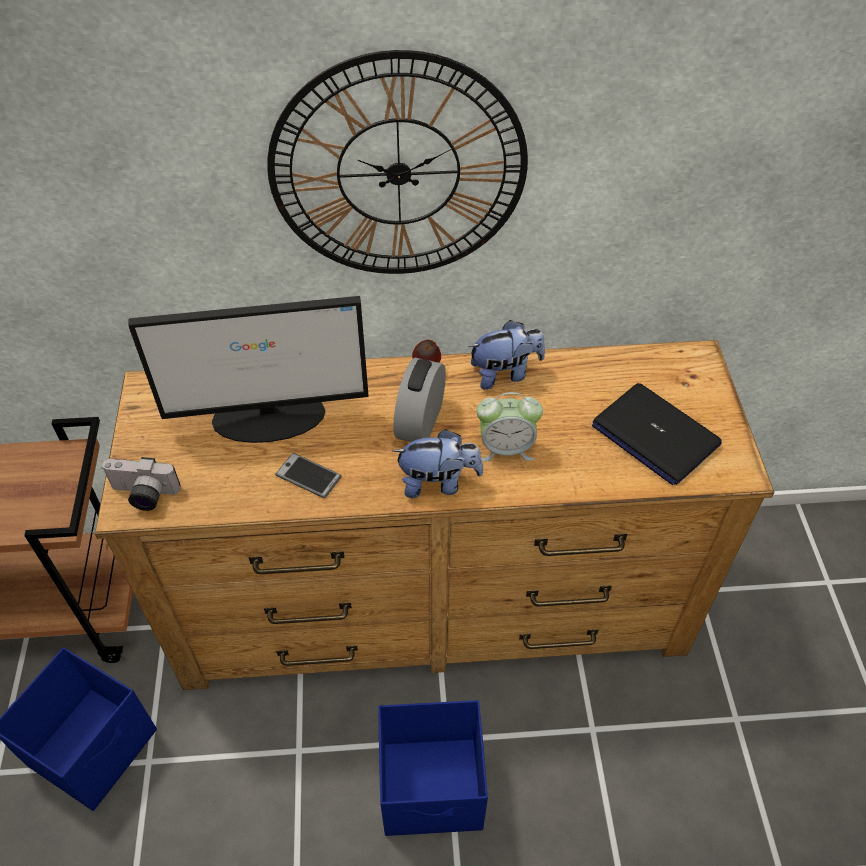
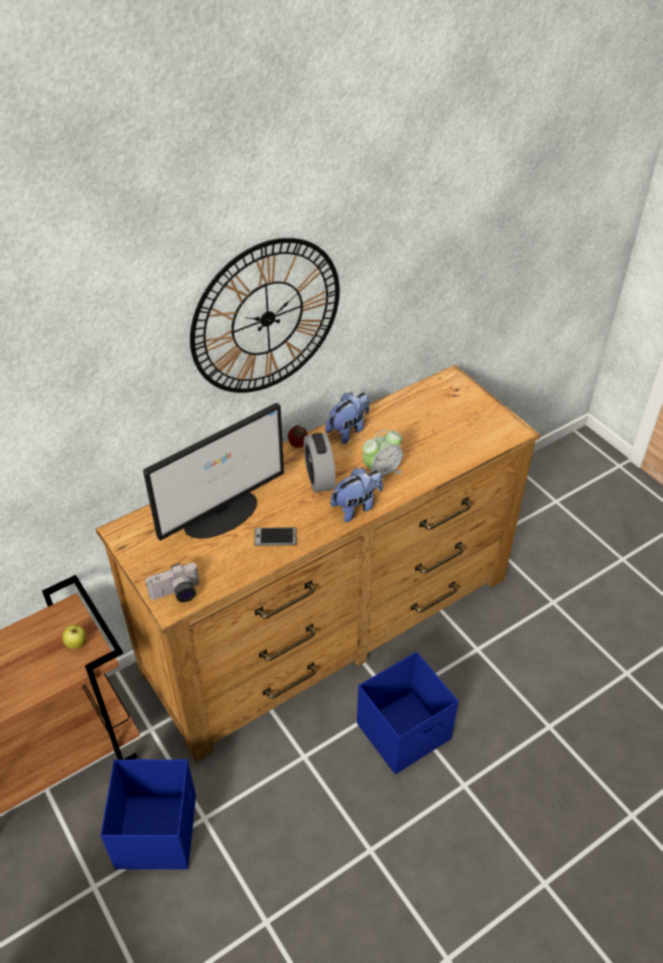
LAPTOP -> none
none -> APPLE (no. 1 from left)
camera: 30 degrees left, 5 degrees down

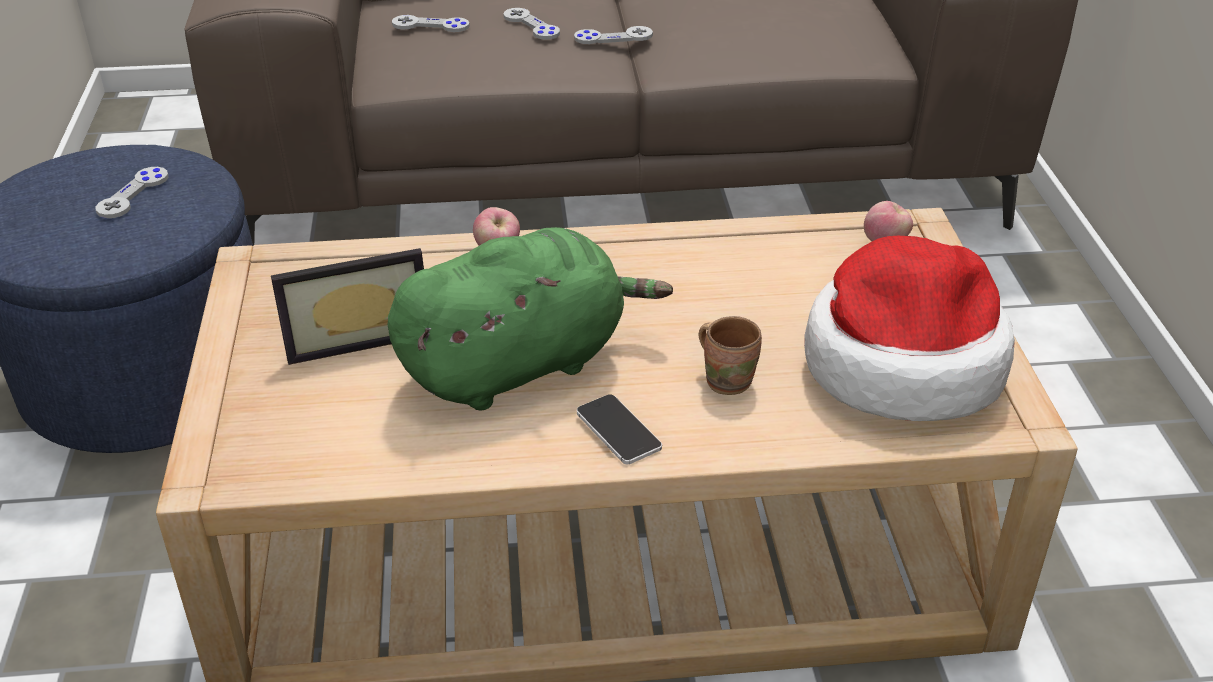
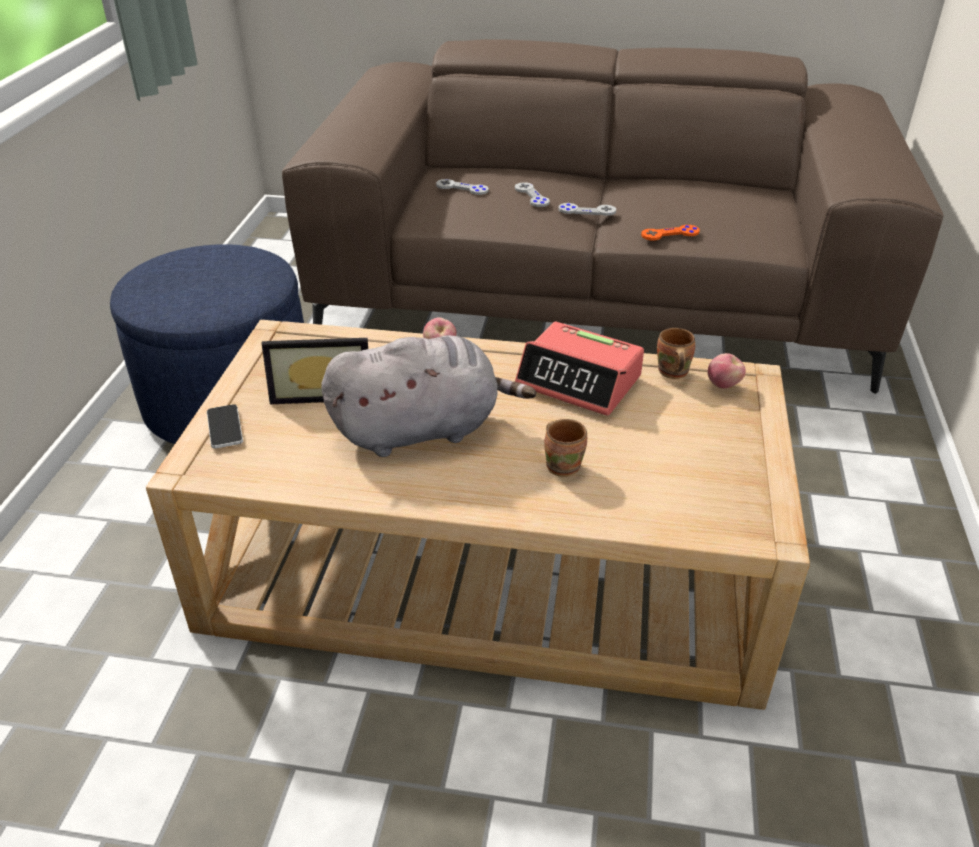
GREY GAME CONTROLLER (no. 1 from left) -> none
GREEN PLUSH TOY -> GREY PLUSH TOY
HAT -> none
PHONE, relocated
none -> ORANGE GAME CONTROLLER
none -> ALARM CLOCK
none -> BROWN MUG (no. 2 from left)
camera: 15 degrees right, 0 degrees up

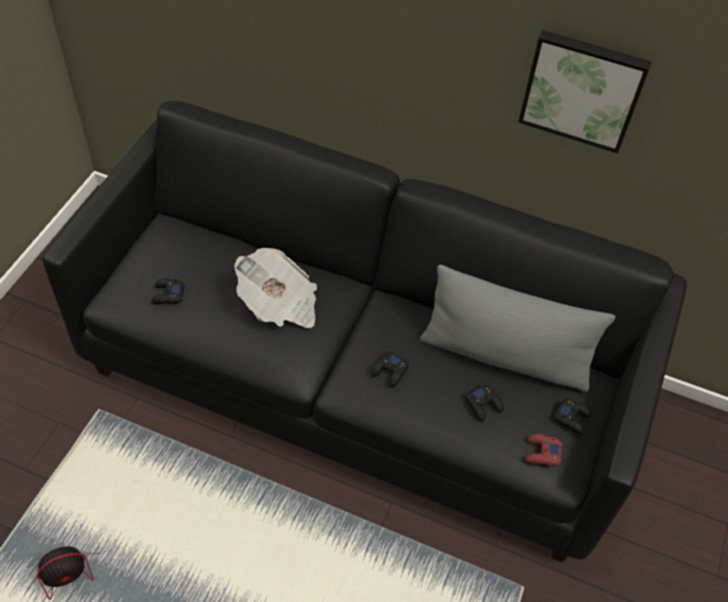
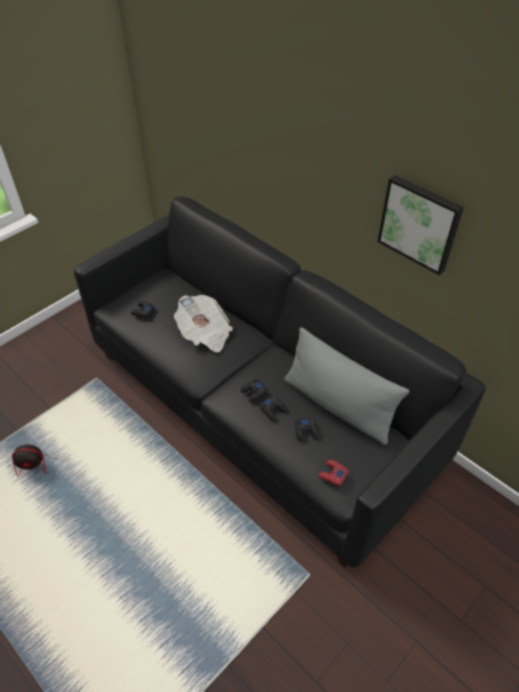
BLACK GAME CONTROLLER (no. 4 from left in the first image) -> BLACK GAME CONTROLLER (no. 3 from left), relocated
camera: 25 degrees right, 5 degrees down

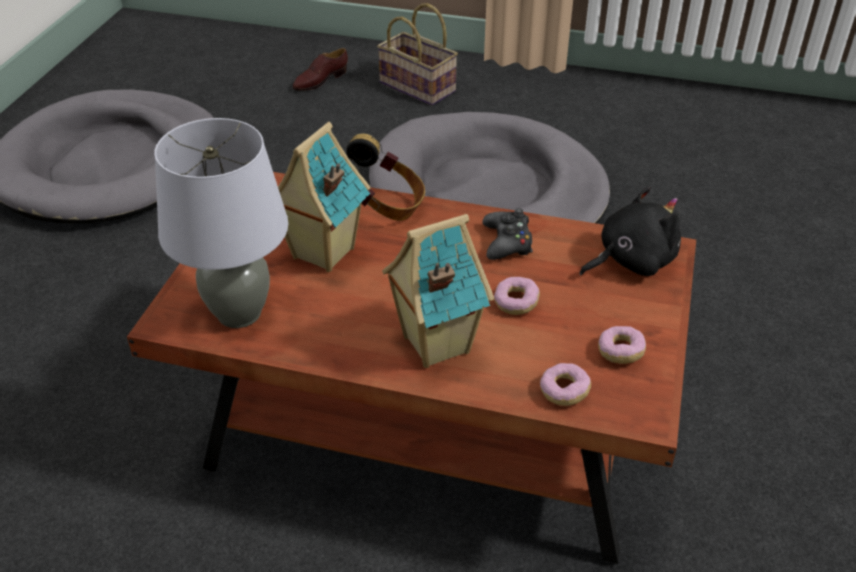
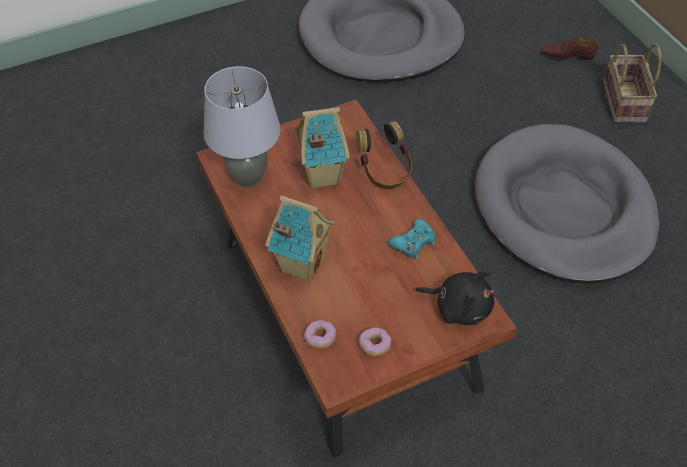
BLACK GAME CONTROLLER -> TURQUOISE GAME CONTROLLER
DONUT (no. 1 from left) -> none
camera: 50 degrees right, 10 degrees up

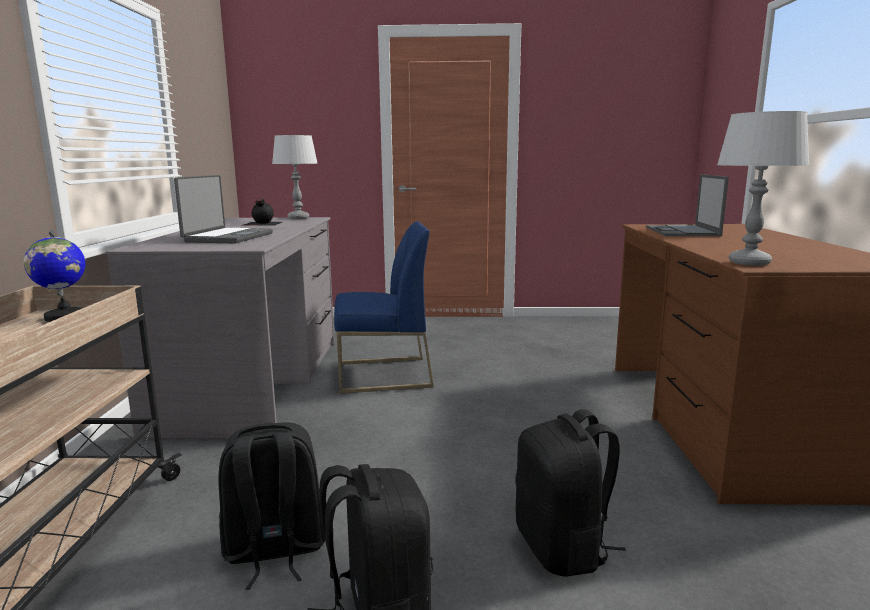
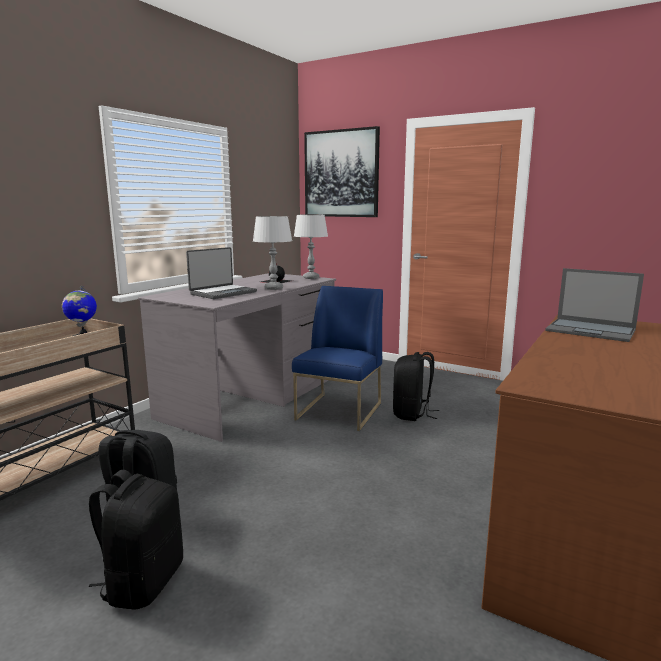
GREY TABLE LAMP (no. 2 from left in the first image) -> GREY TABLE LAMP (no. 1 from left), relocated
LAPTOP (no. 2 from left), 90 degrees counterclockwise
BLUE CHAIR, 90 degrees counterclockwise
BLACK BACKPACK (no. 3 from left), relocated
none -> PICTURE
camera: 30 degrees right, 0 degrees up

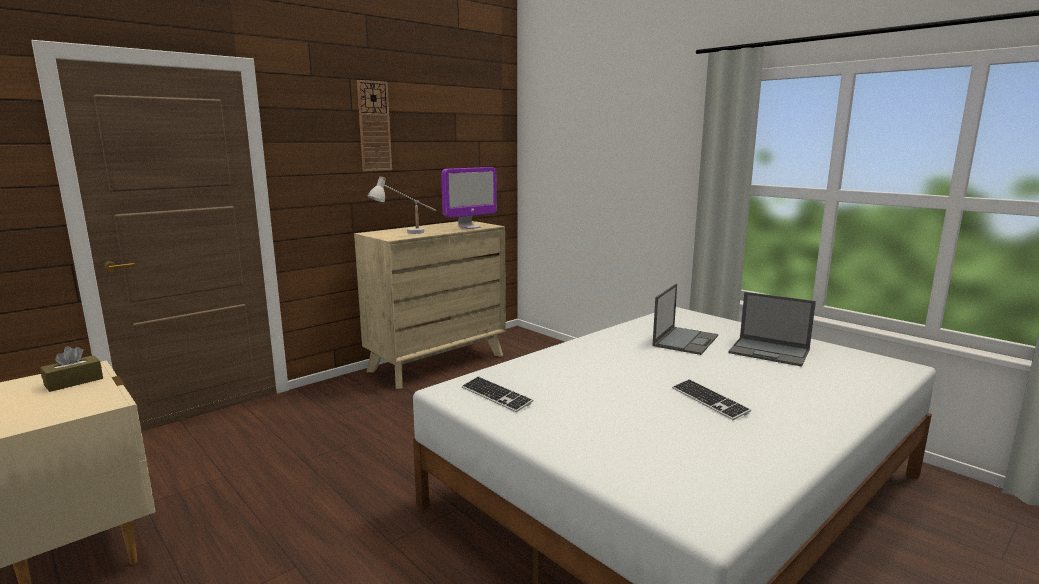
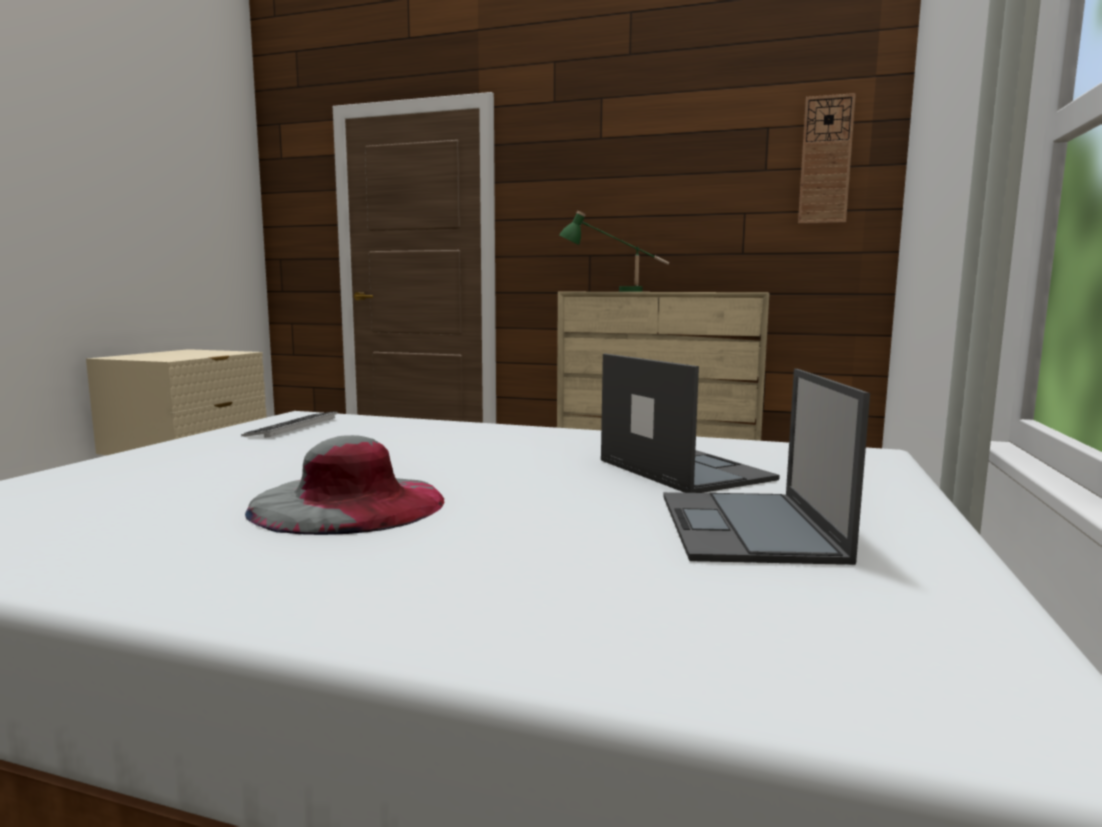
WALL CLOCK, relocated
MONITOR -> none
WHITE TABLE LAMP -> GREEN TABLE LAMP
LAPTOP (no. 1 from left), 120 degrees counterclockwise
BROWN TISSUE BOX -> none
KEYBOARD (no. 2 from left) -> GREY HAT
camera: 60 degrees right, 5 degrees down

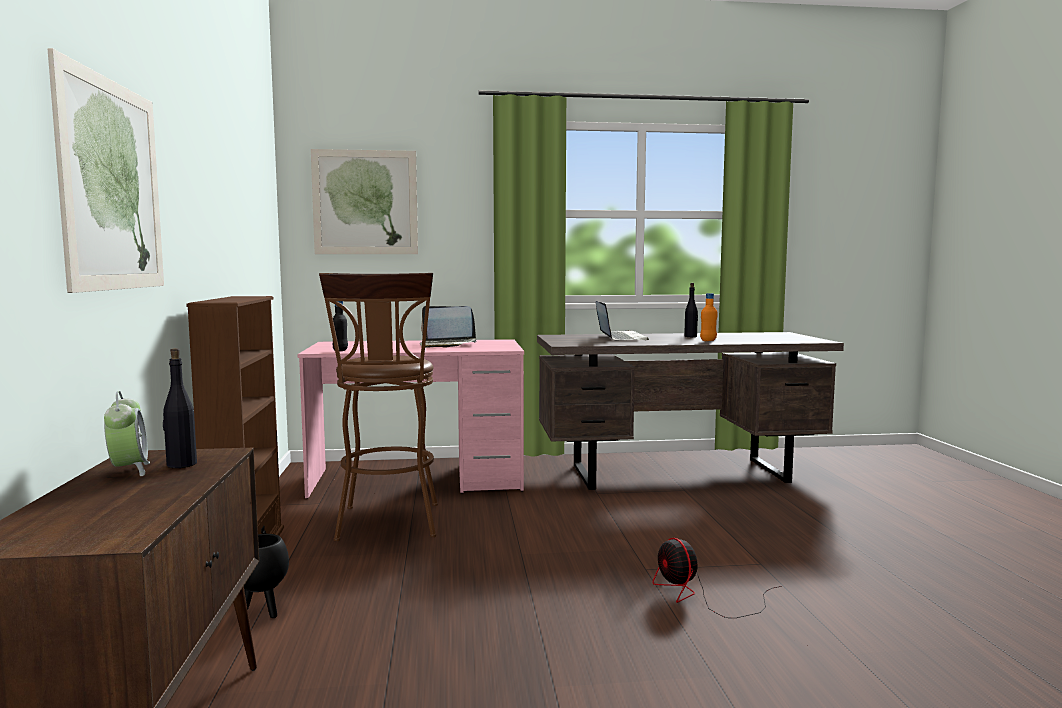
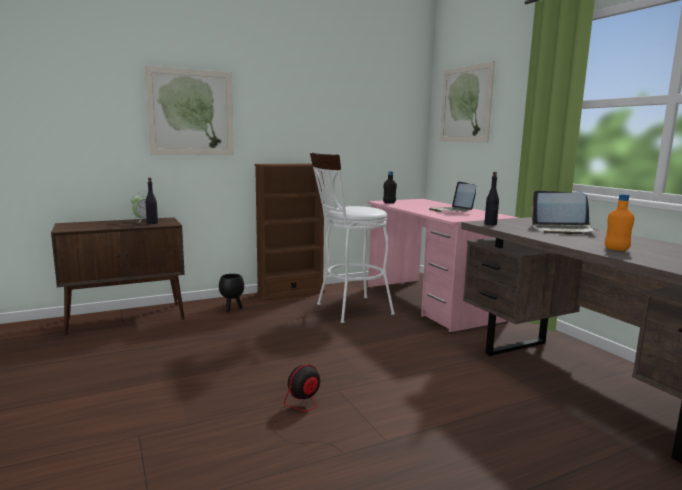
BROWN STOOL -> WHITE STOOL
BLACK BOTTLE (no. 3 from left), relocated
LAPTOP (no. 2 from left), 45 degrees clockwise
camera: 70 degrees right, 5 degrees up

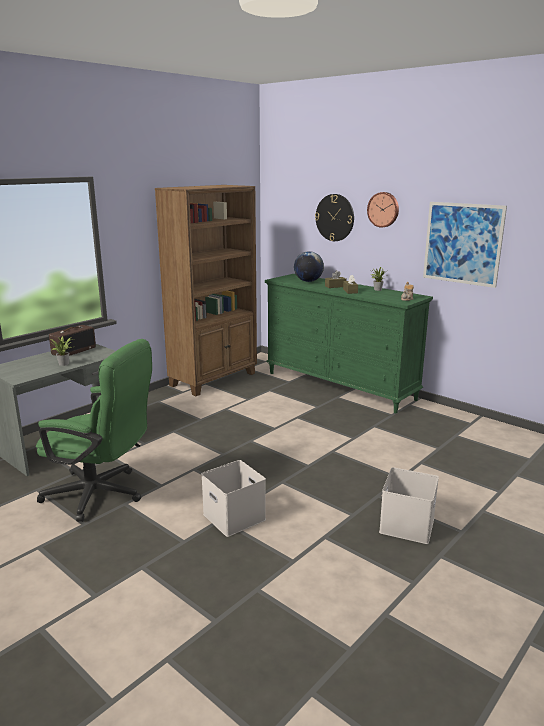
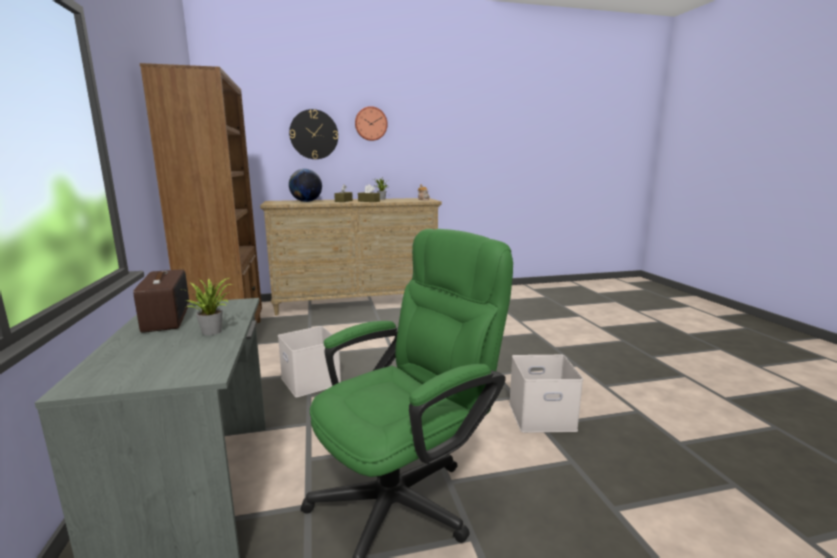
PICTURE -> none
GREEN DRESSER -> BEIGE DRESSER
WHITE STORAGE BOX (no. 2 from left in the first image) -> WHITE STORAGE BOX (no. 1 from left), relocated
camera: 55 degrees left, 5 degrees down

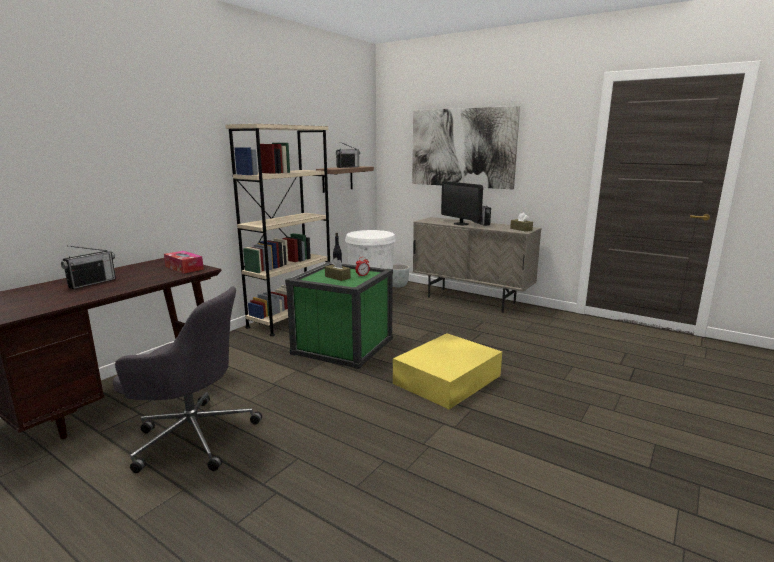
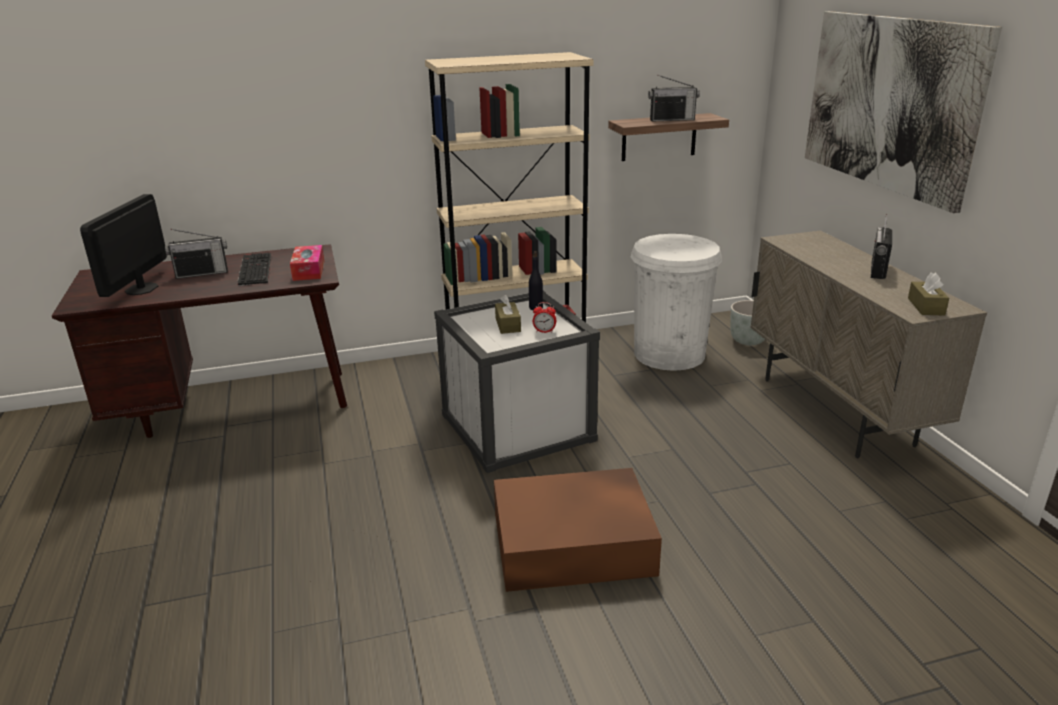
MONITOR, relocated
GREEN STORAGE BOX -> WHITE STORAGE BOX
GREY OFFICE CHAIR -> none
YELLOW STORAGE BOX -> BROWN STORAGE BOX
none -> KEYBOARD
camera: 40 degrees right, 10 degrees up

